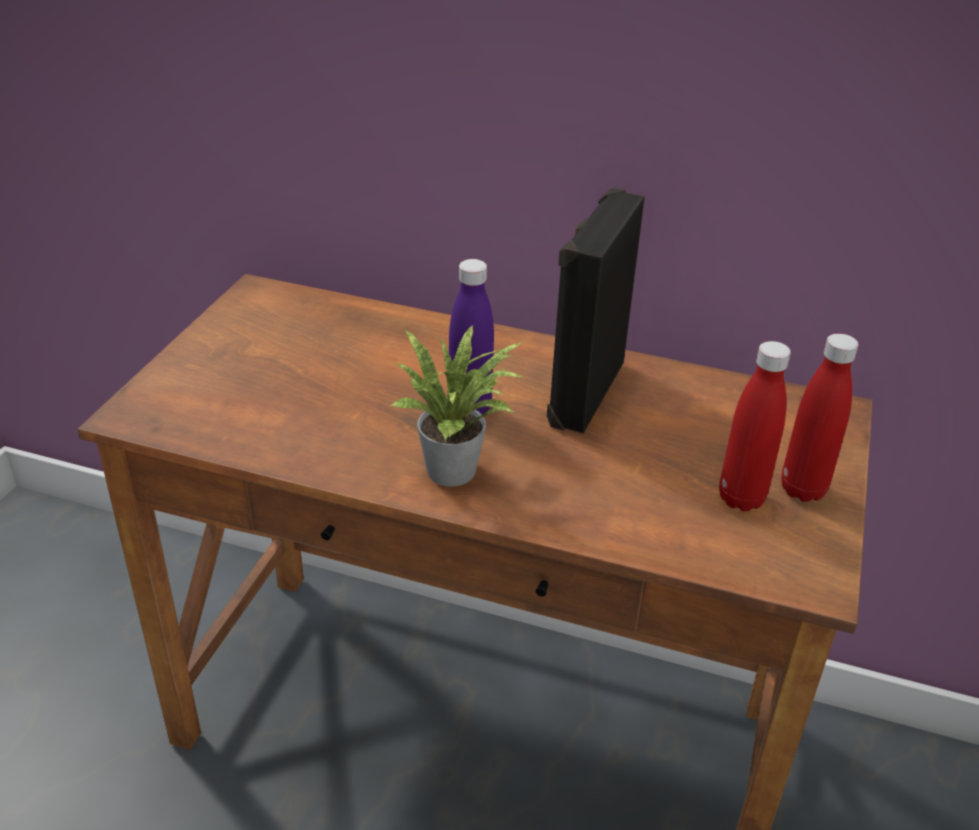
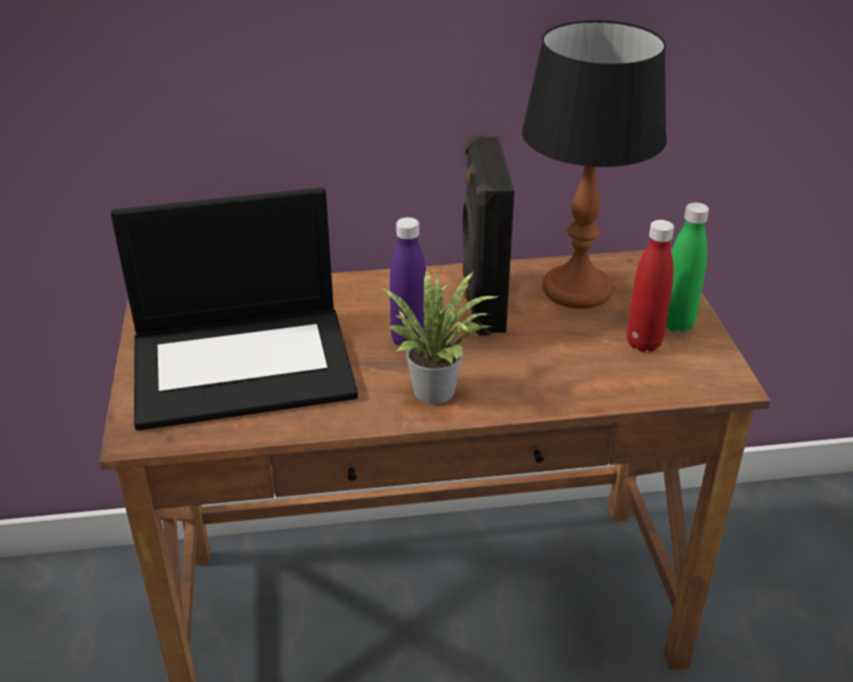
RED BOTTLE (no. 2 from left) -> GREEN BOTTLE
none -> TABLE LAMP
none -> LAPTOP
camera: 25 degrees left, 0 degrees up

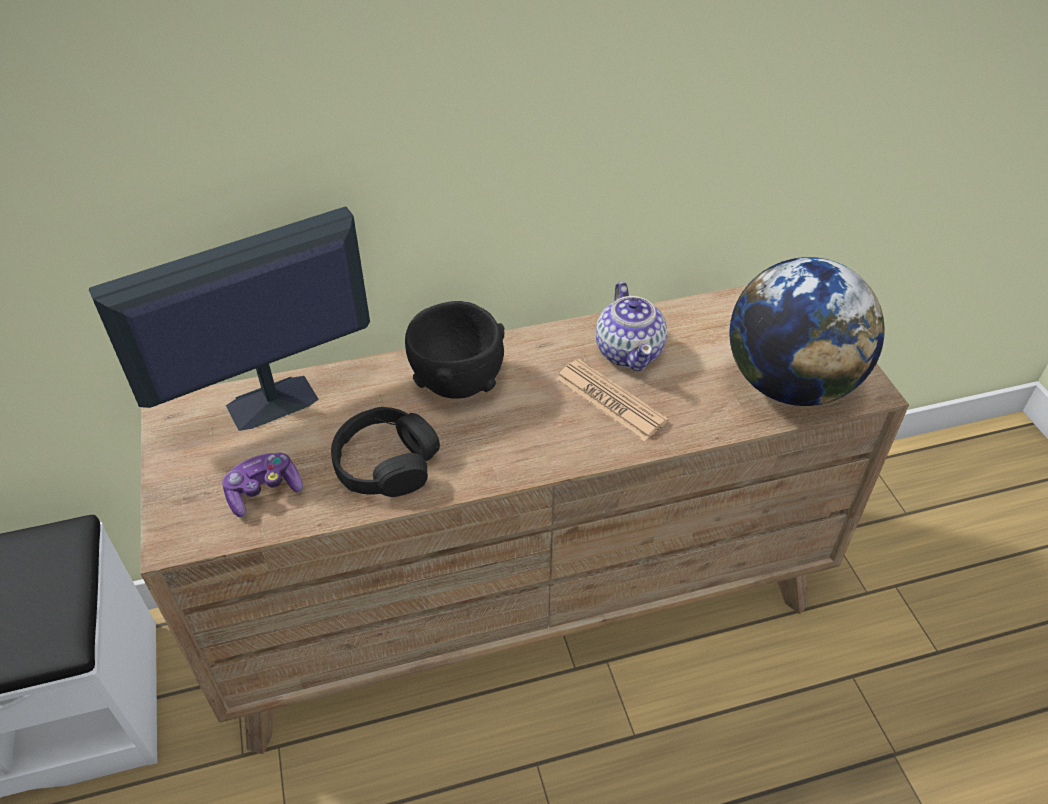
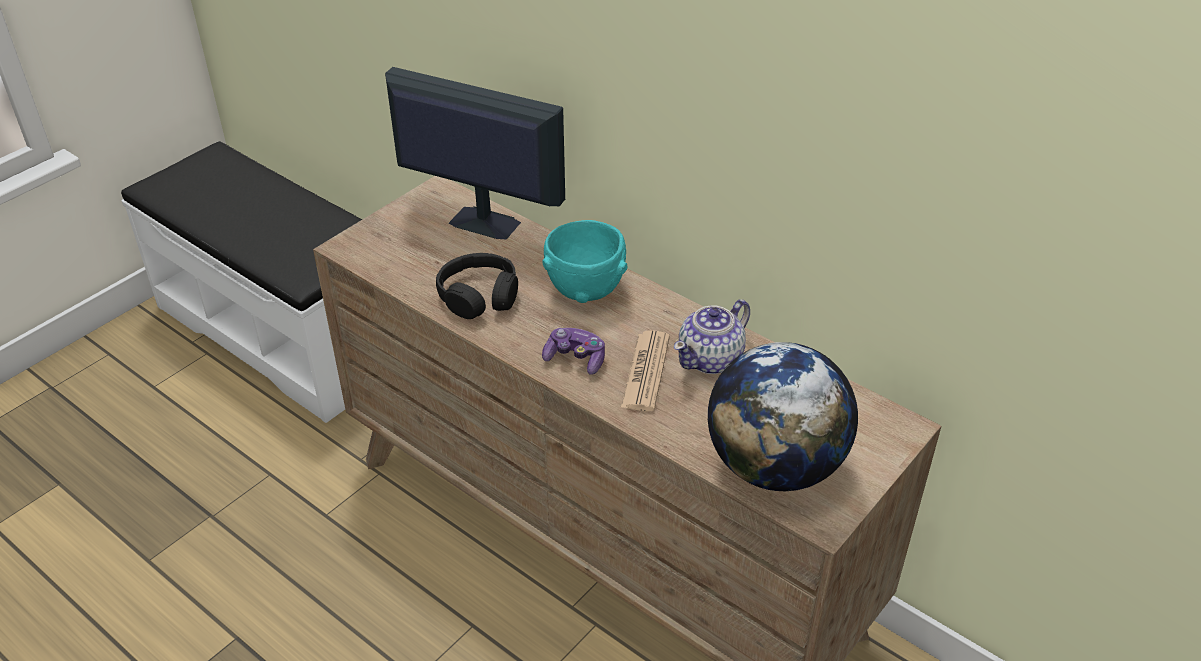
BLACK BOWL -> TURQUOISE BOWL
GAME CONTROLLER, relocated
camera: 55 degrees right, 5 degrees down

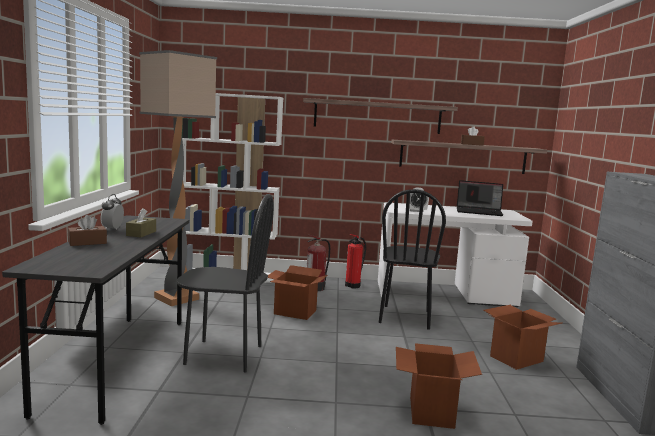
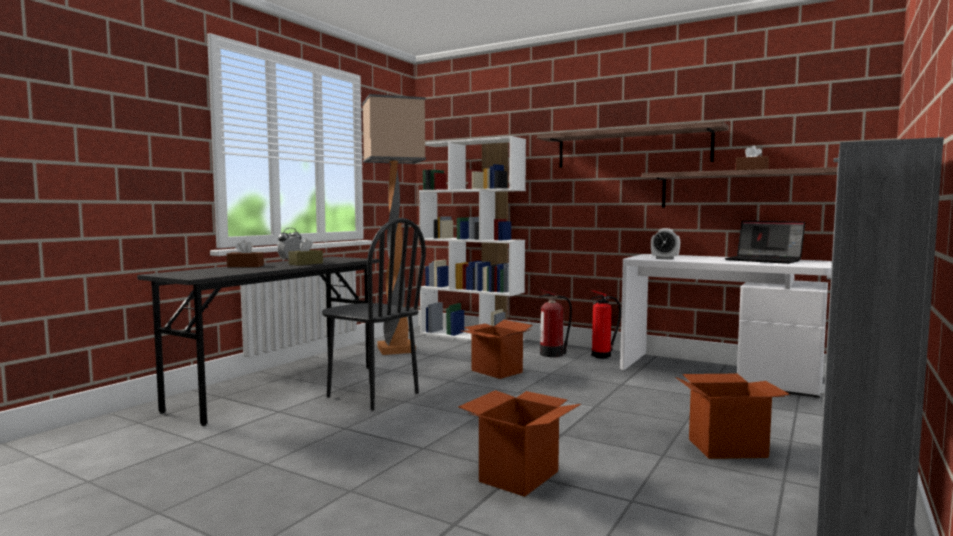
BLACK CHAIR (no. 2 from left) -> none
camera: 30 degrees right, 5 degrees down

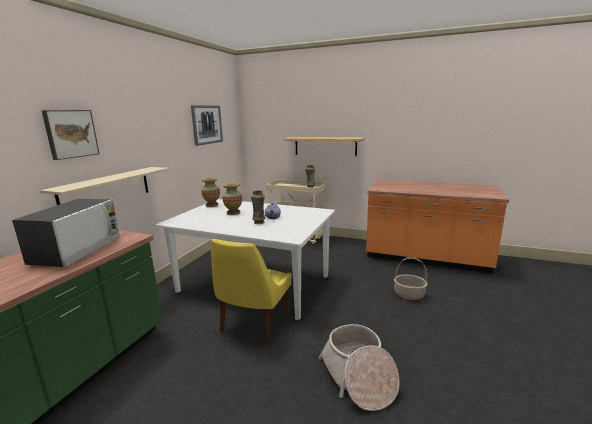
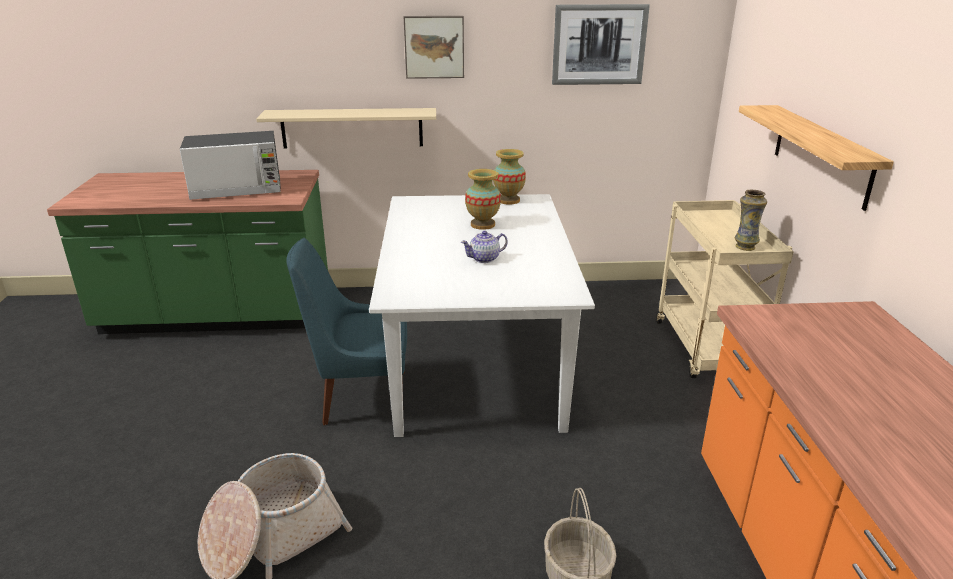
PICTURE (no. 1 from left), relocated
VASE (no. 3 from left) -> none
YELLOW CHAIR -> BLUE CHAIR
camera: 65 degrees right, 10 degrees up

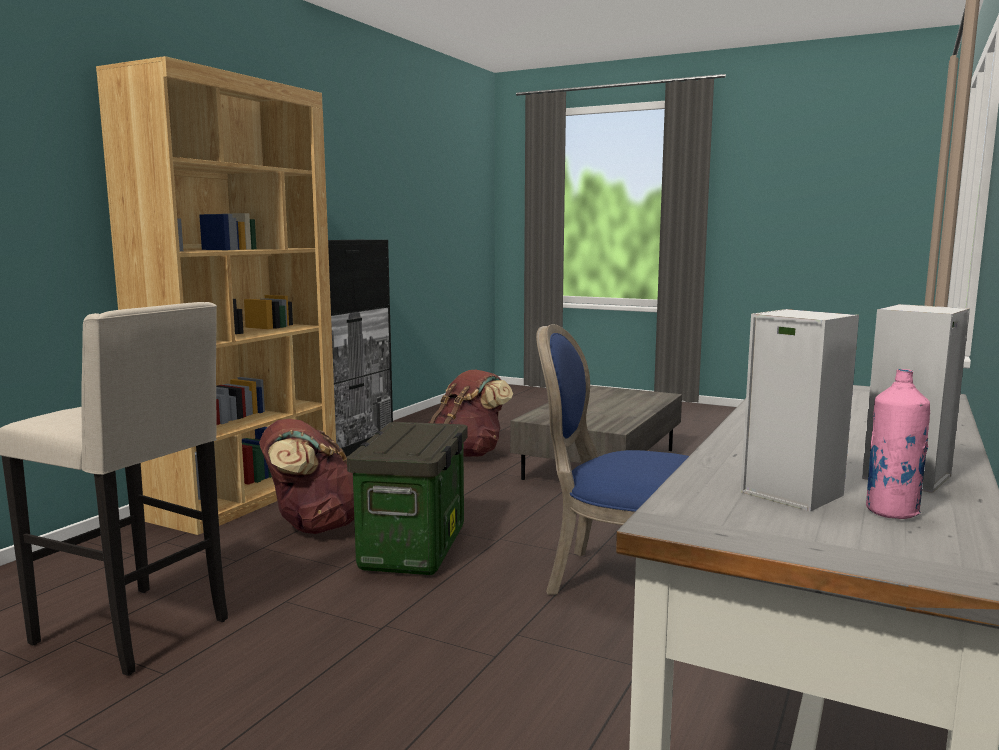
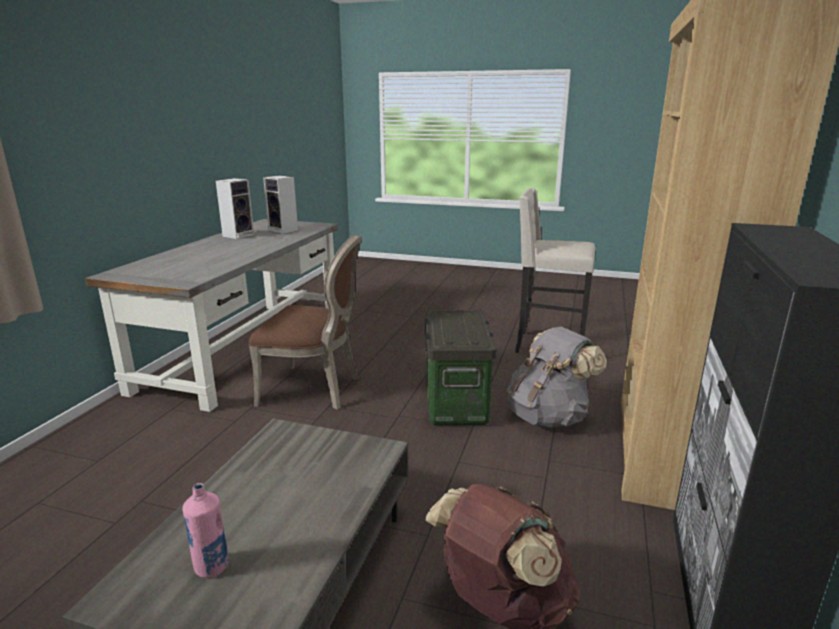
BLUE CHAIR -> BROWN CHAIR
PINK BOTTLE, relocated
BROWN BACKPACK (no. 1 from left) -> GREY BACKPACK
camera: 170 degrees right, 10 degrees up

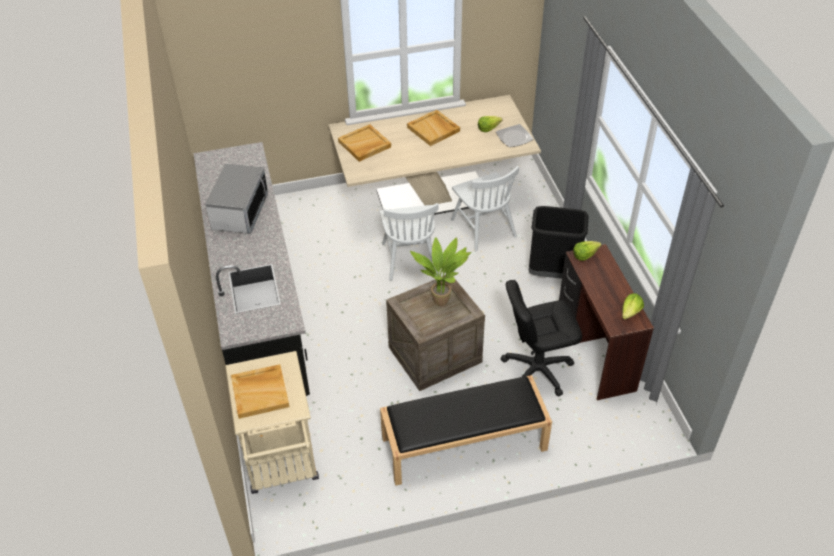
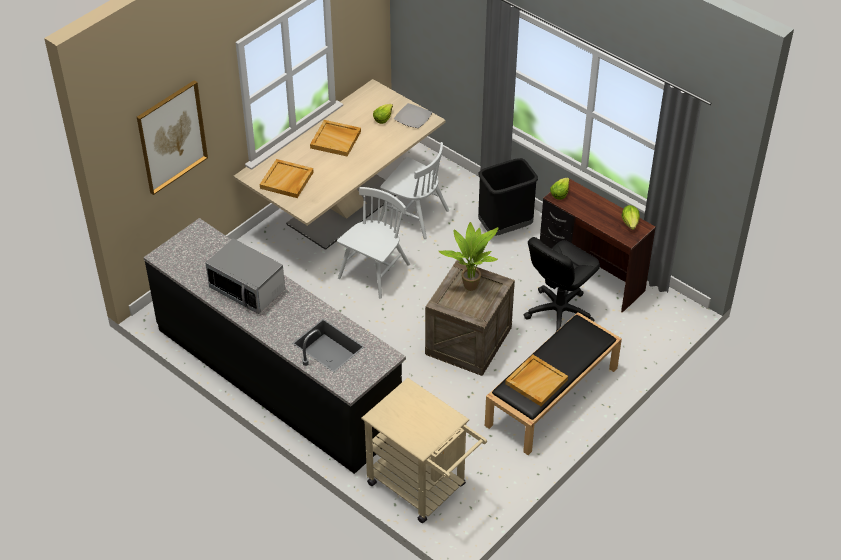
MICROWAVE, 150 degrees clockwise
WHITE CHAIR (no. 1 from left), 105 degrees counterclockwise
BEIGE TRAY (no. 1 from left in the first image) -> BEIGE TRAY (no. 3 from left), relocated
none -> PICTURE
camera: 35 degrees left, 0 degrees up

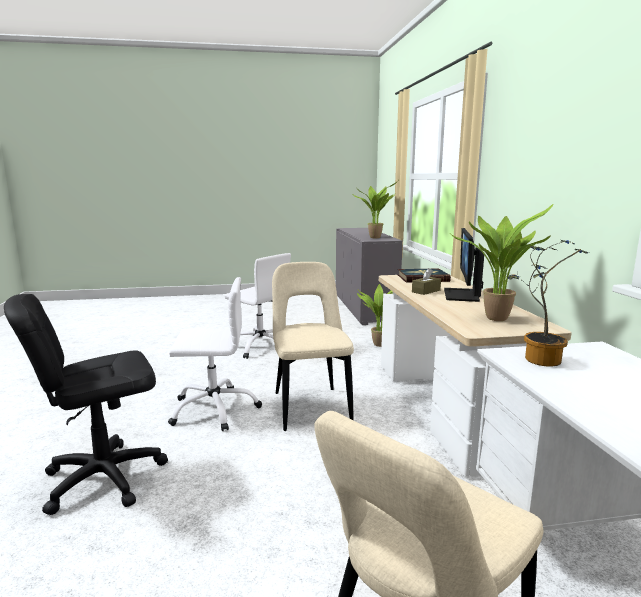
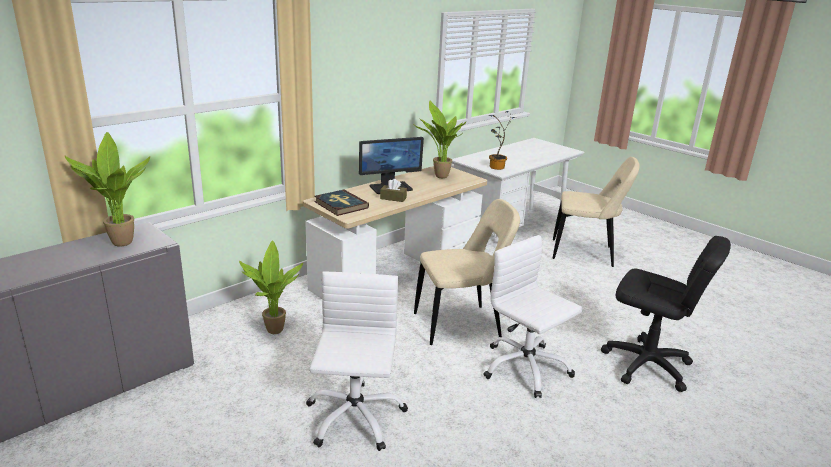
BEIGE CHAIR (no. 1 from left), 150 degrees counterclockwise
camera: 125 degrees left, 10 degrees up

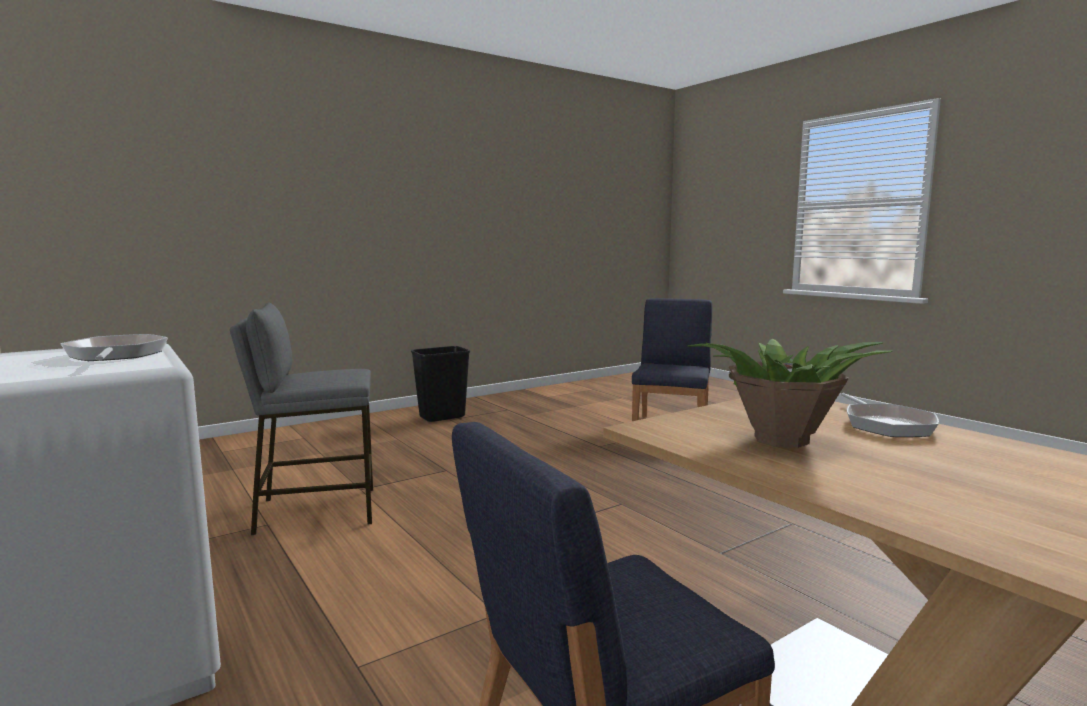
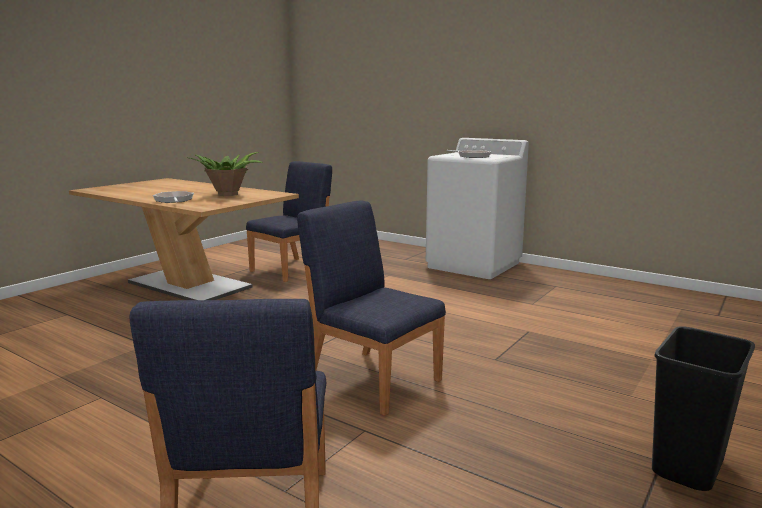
GREY STOOL -> none
none -> BLUE CHAIR (no. 3 from left)
camera: 160 degrees right, 5 degrees up

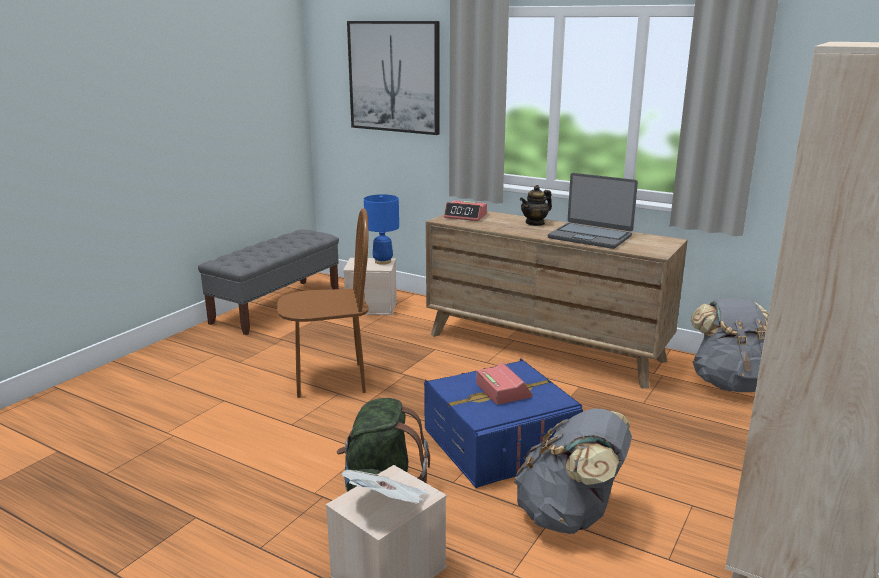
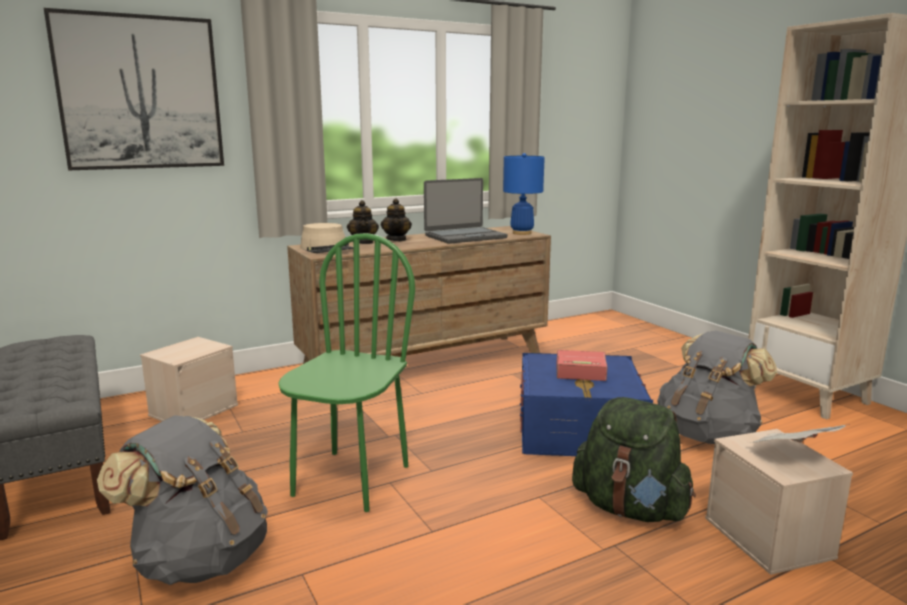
BLUE TABLE LAMP, relocated
ALARM CLOCK (no. 1 from left) -> BEIGE HAT
BROWN CHAIR -> GREEN CHAIR
GREY BACKPACK (no. 2 from left in the first image) -> GREY BACKPACK (no. 1 from left), relocated
none -> TEAPOT (no. 1 from left)
camera: 60 degrees left, 5 degrees down

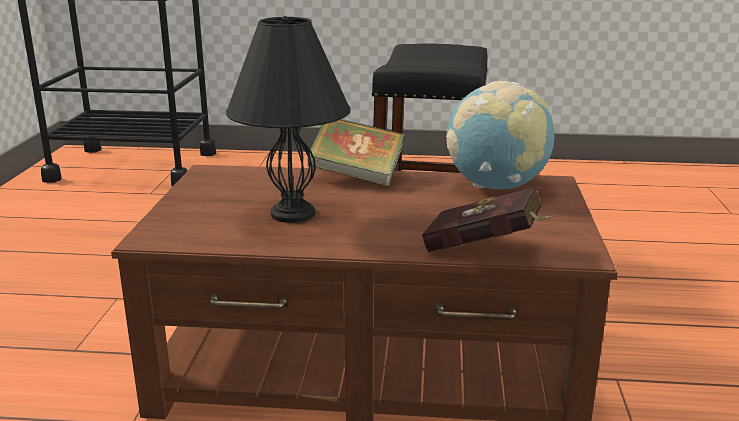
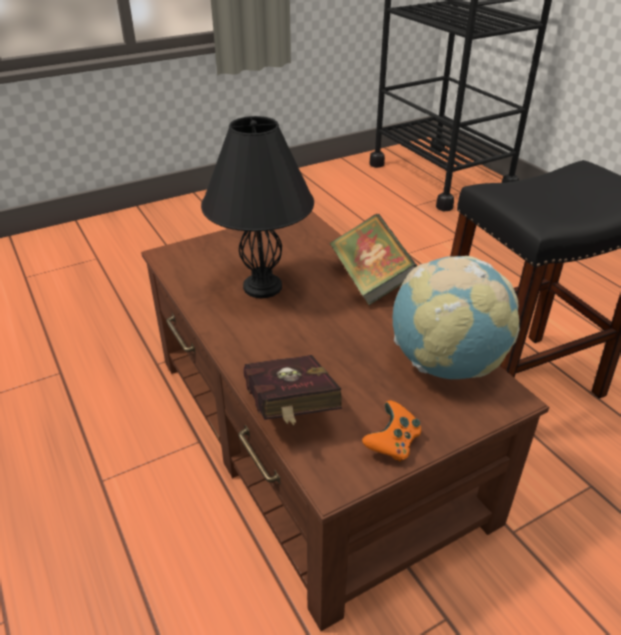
none -> ORANGE GAME CONTROLLER
camera: 55 degrees right, 15 degrees up

